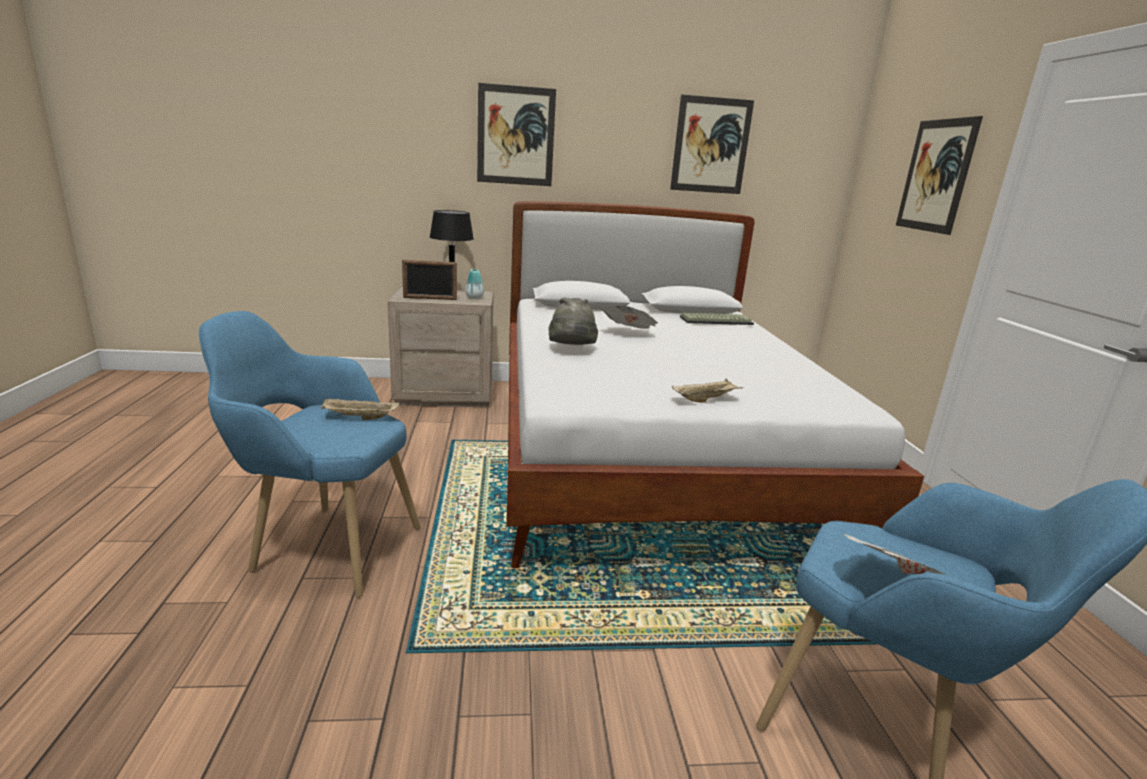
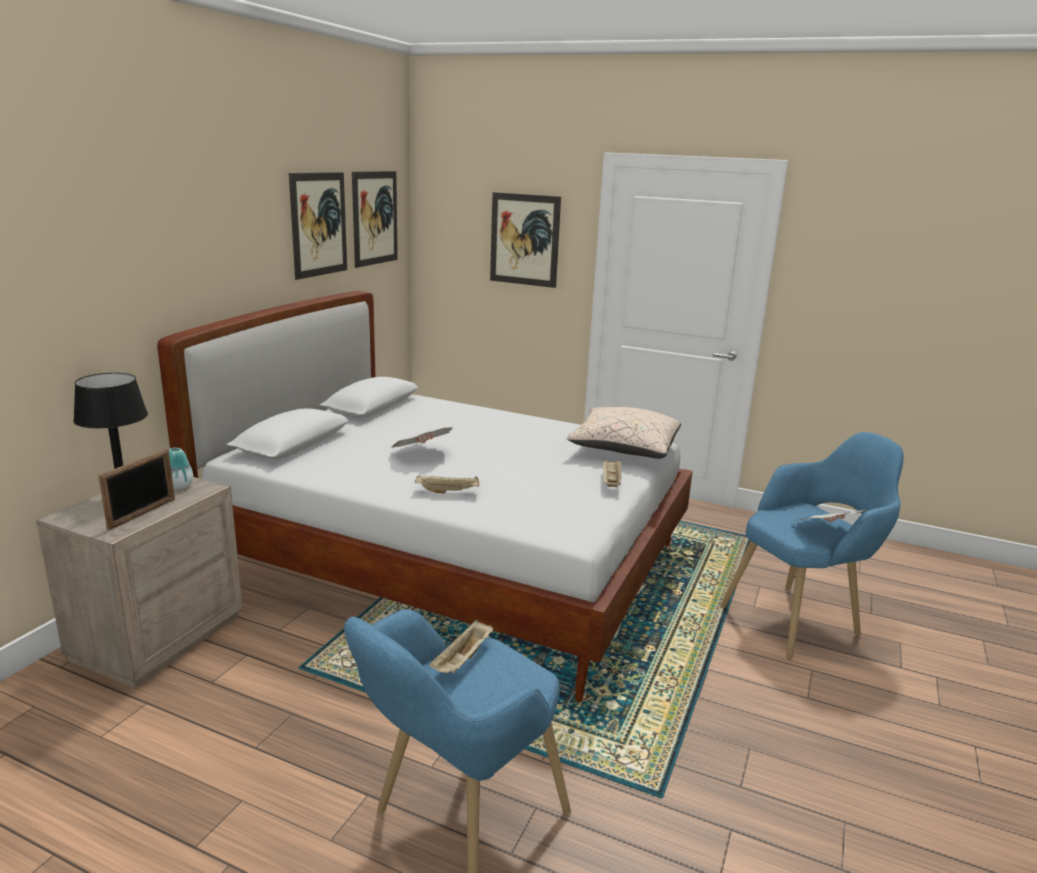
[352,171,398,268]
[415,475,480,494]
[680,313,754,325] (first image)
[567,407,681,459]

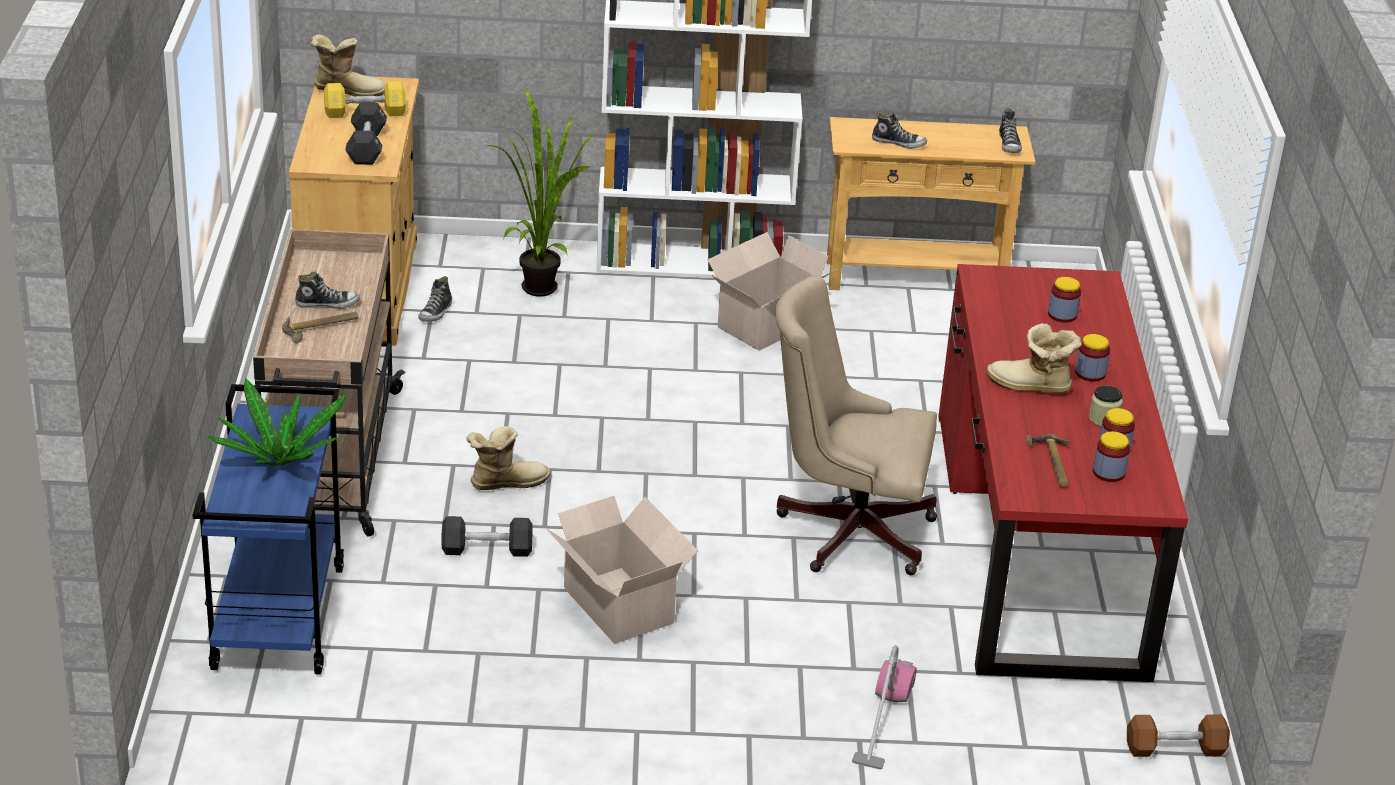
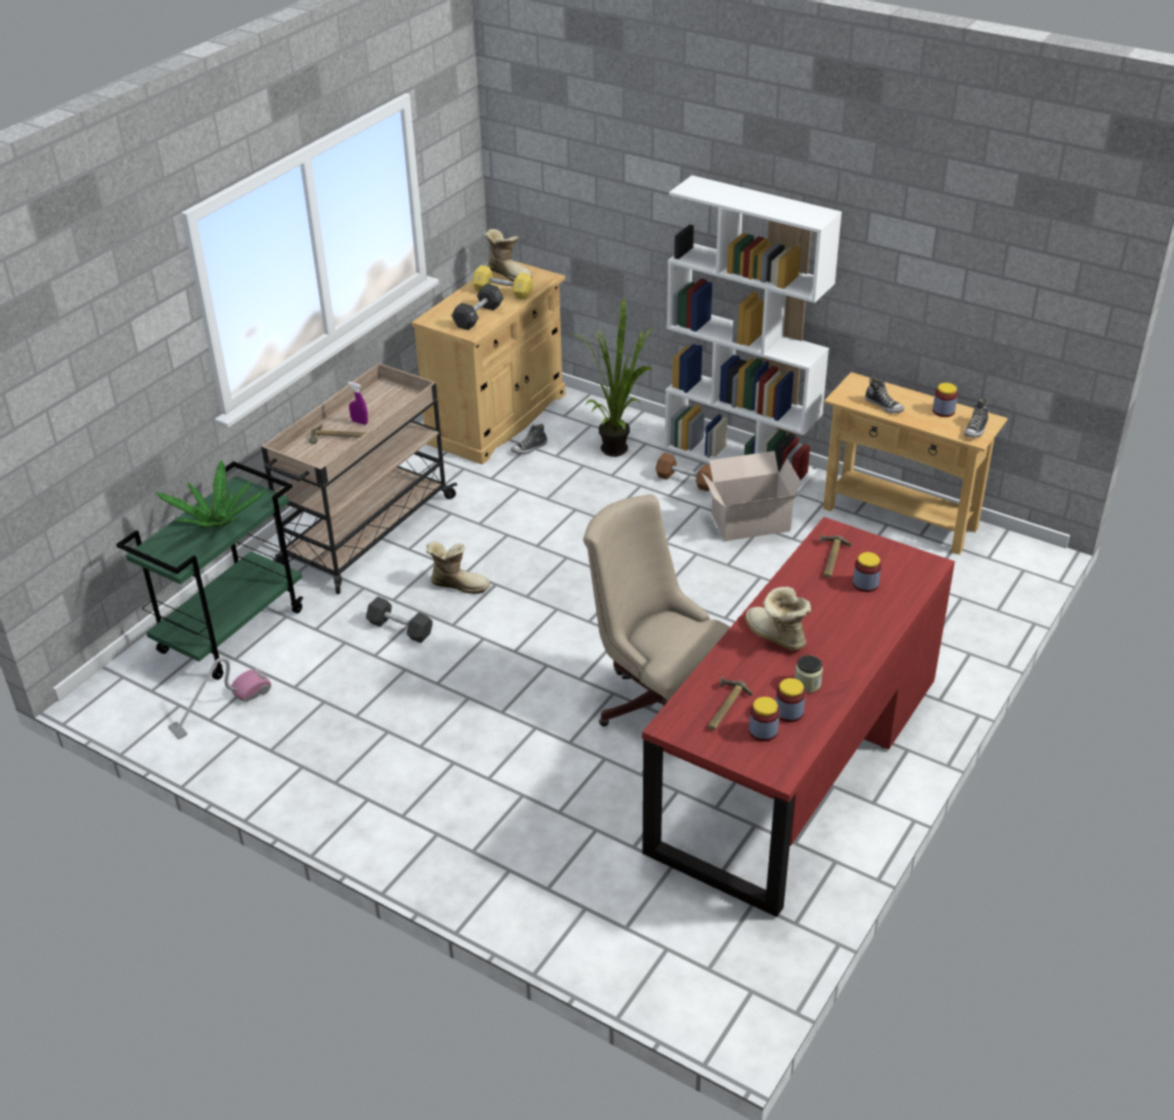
[348,382,368,425]
[933,383,958,417]
[116,461,303,680]
[546,496,698,644] (first image)
[168,658,271,739]
[656,453,713,492]
[819,534,851,578]

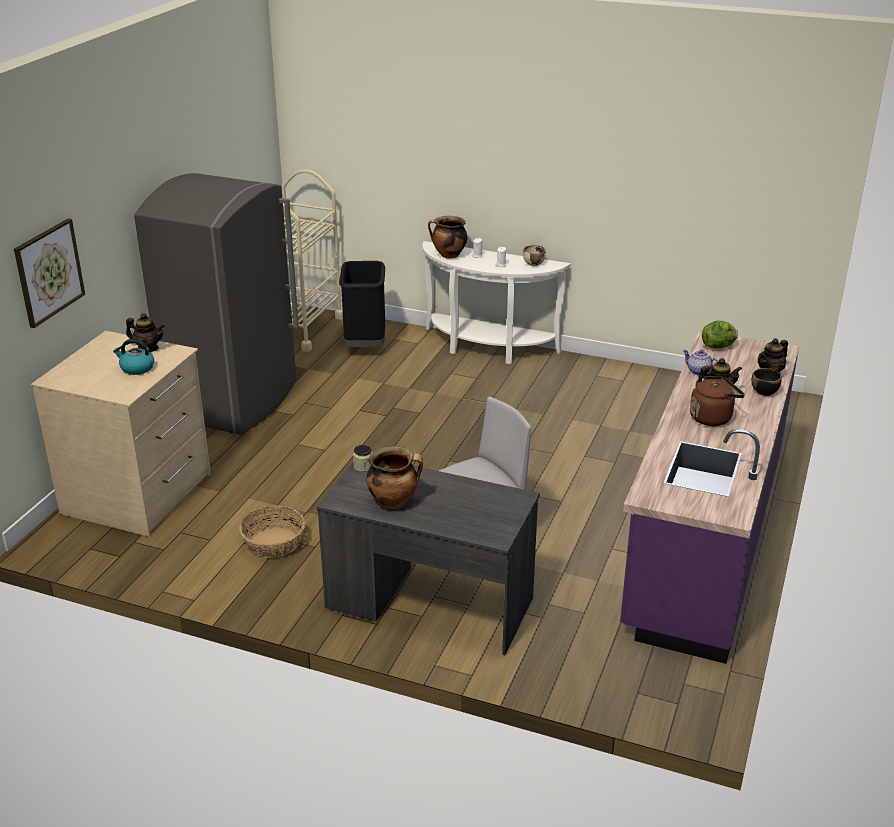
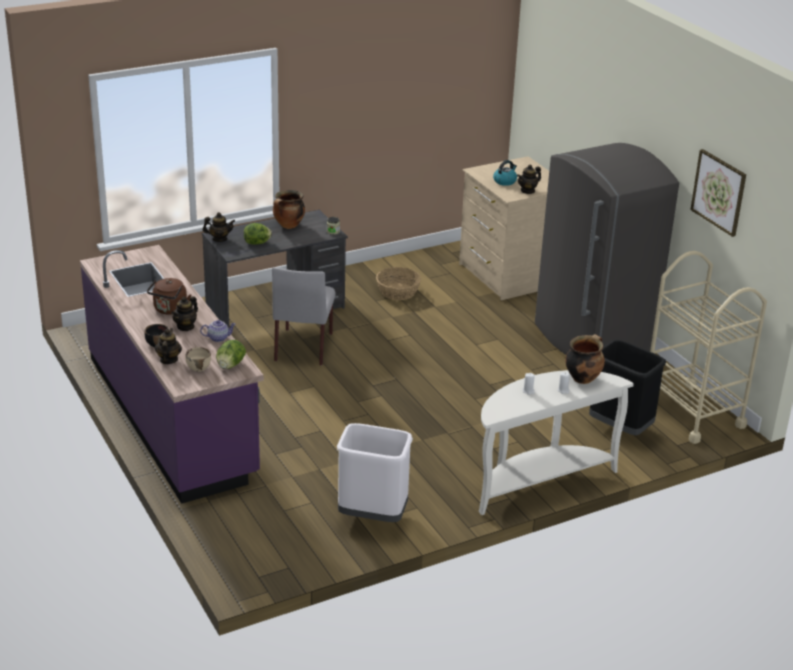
[690,149,746,237]
[186,347,211,372]
[203,212,235,242]
[244,223,272,245]
[337,423,413,522]

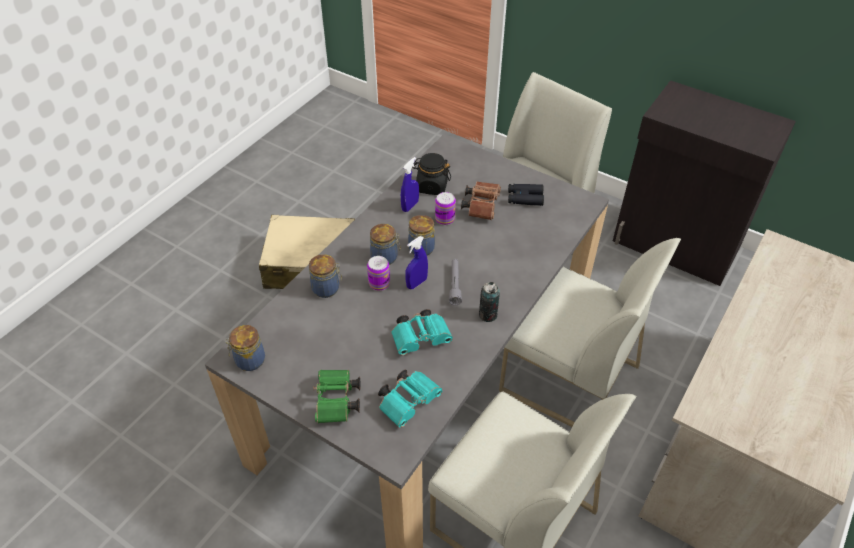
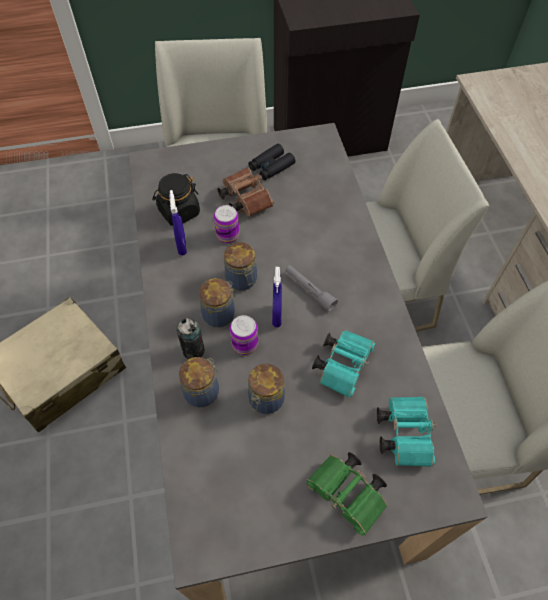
[177,318,205,359]
[248,364,285,414]

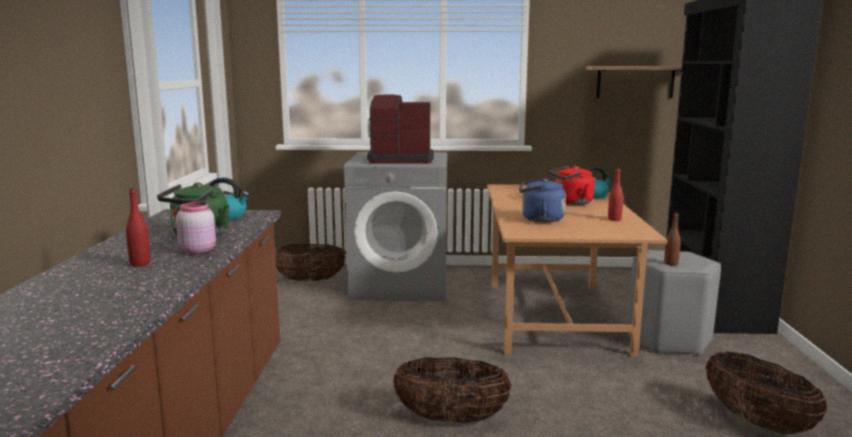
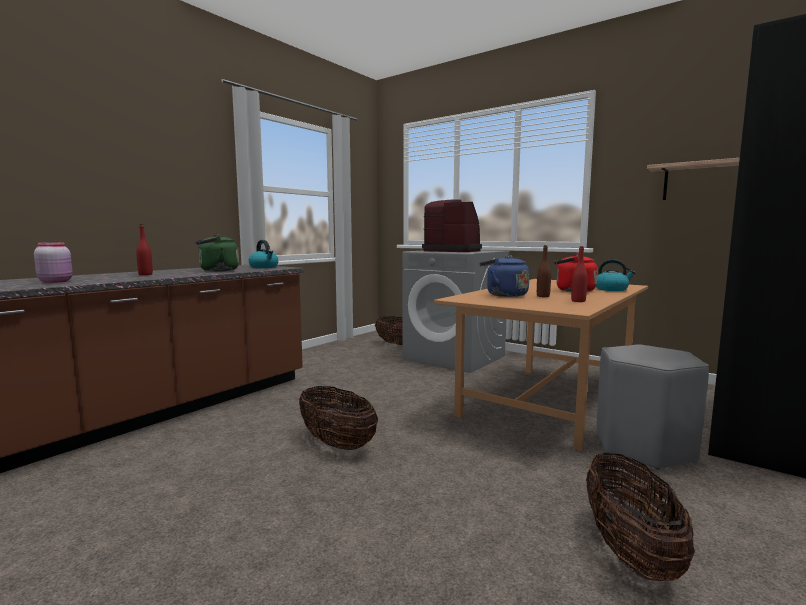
[34,242,73,283]
[537,245,551,297]

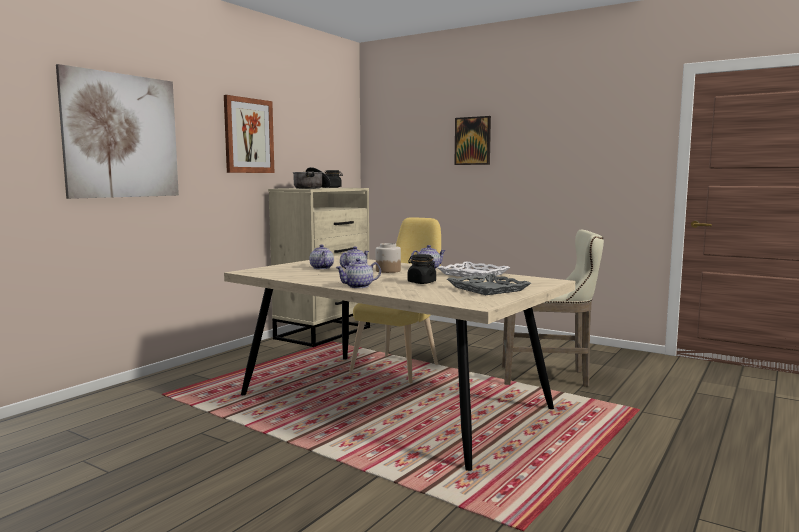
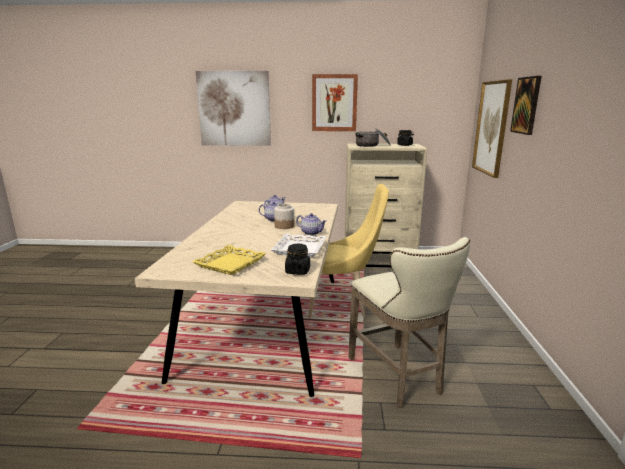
[285,244,310,275]
[335,258,381,288] (first image)
[192,245,266,275]
[472,79,512,178]

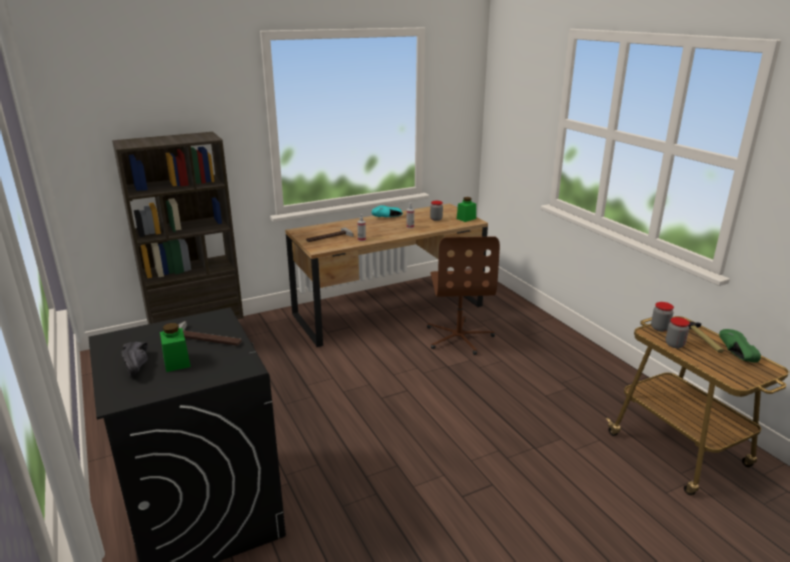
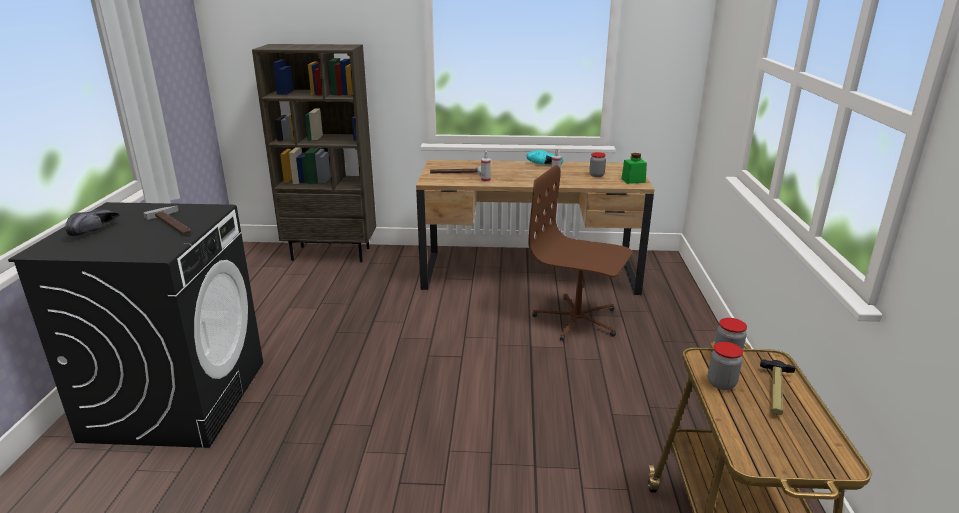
[528,165,632,341]
[160,323,191,372] (first image)
[719,329,761,362] (first image)

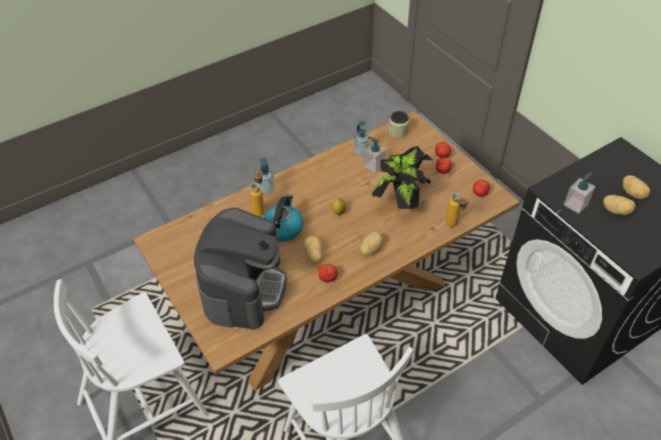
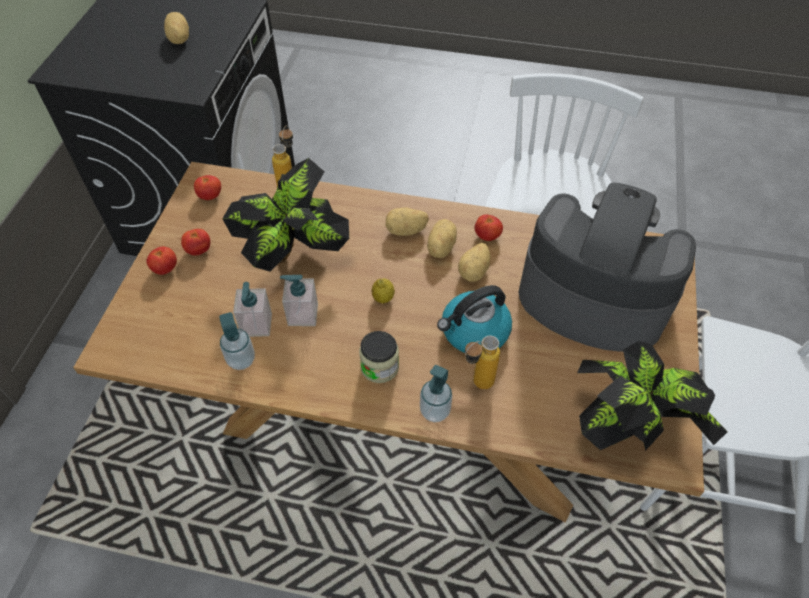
[359,331,399,383]
[280,275,318,326]
[427,219,457,258]
[519,183,696,352]
[577,341,728,451]

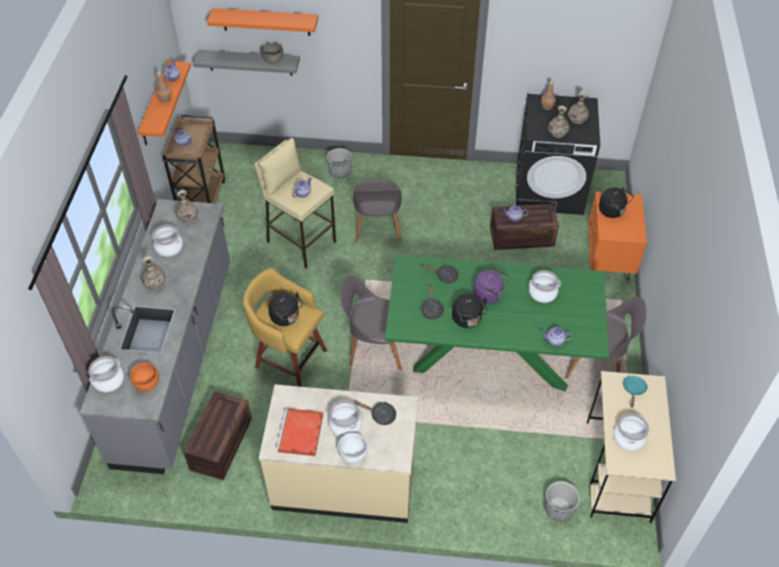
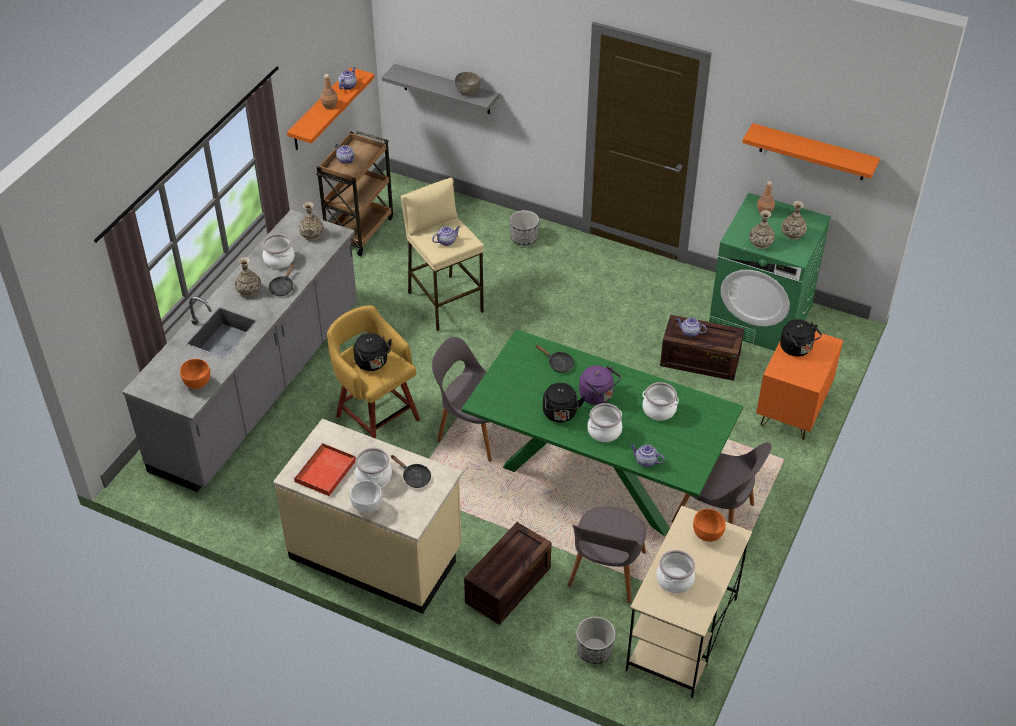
[742,123,880,180]
[709,193,831,351]
[568,506,646,603]
[269,263,294,296]
[587,403,622,442]
[693,509,726,542]
[464,522,552,625]

